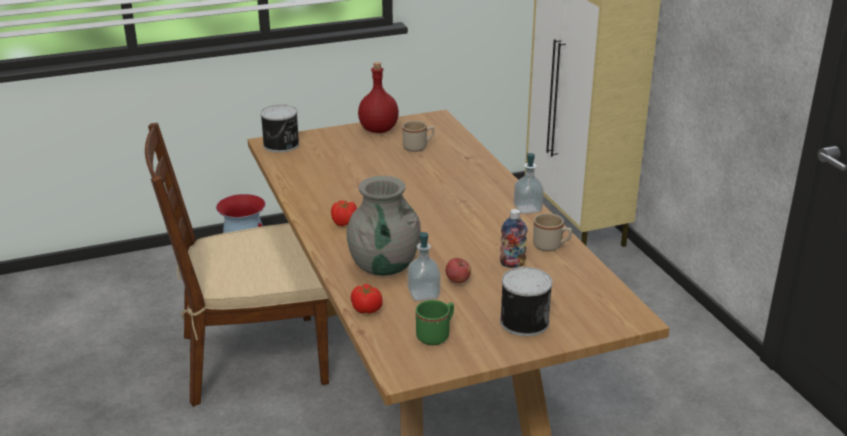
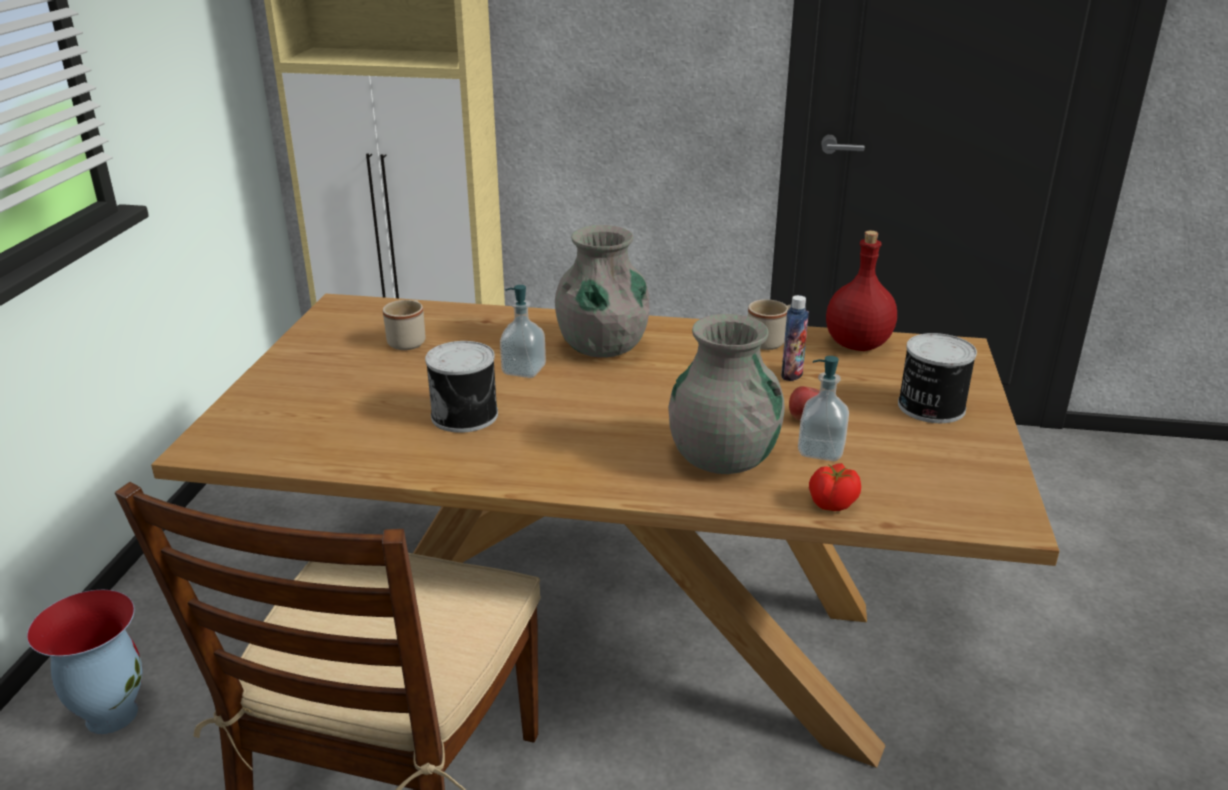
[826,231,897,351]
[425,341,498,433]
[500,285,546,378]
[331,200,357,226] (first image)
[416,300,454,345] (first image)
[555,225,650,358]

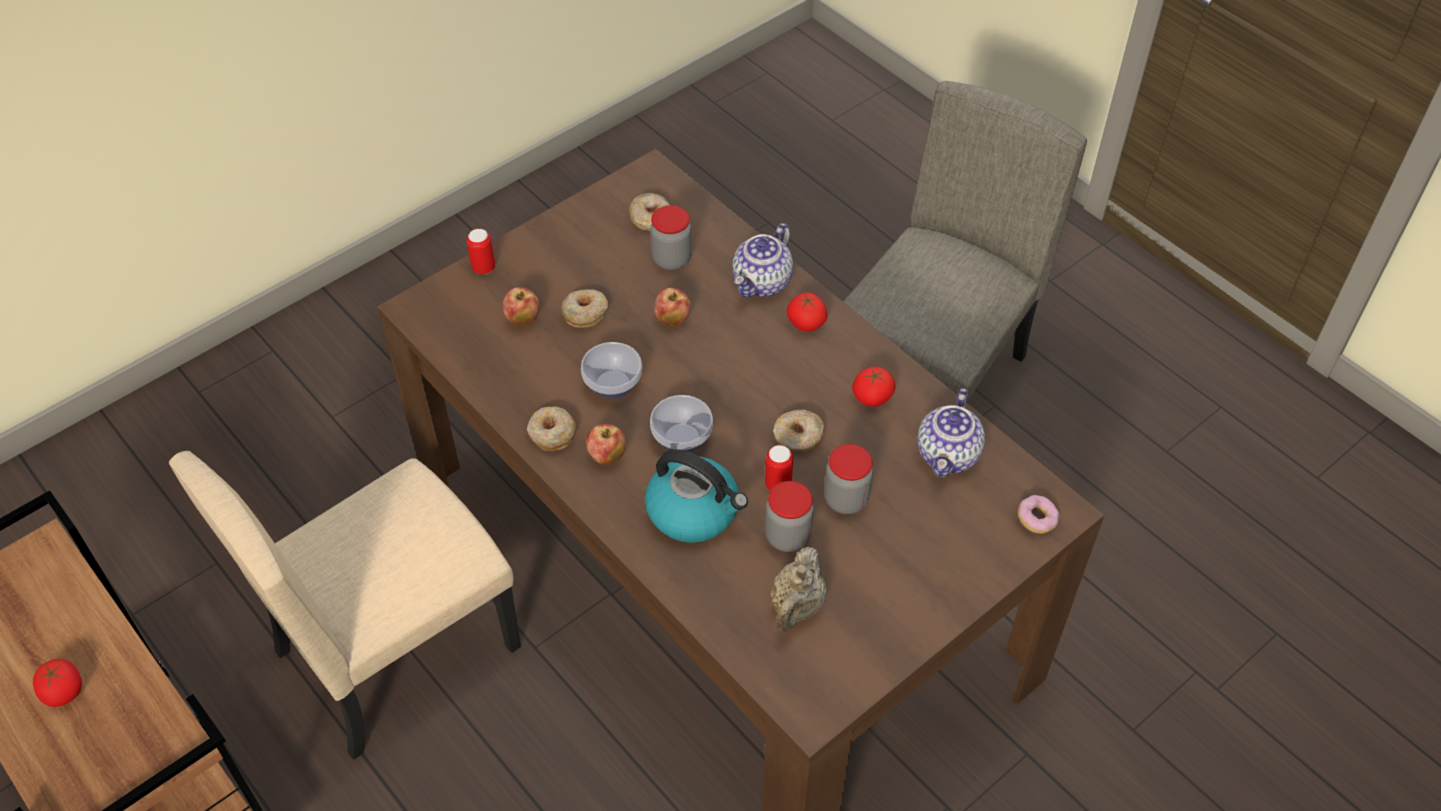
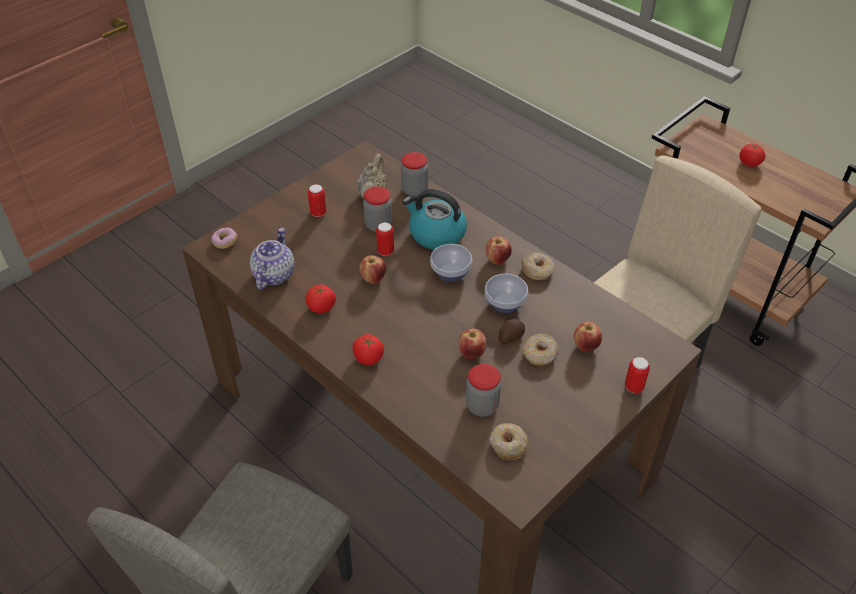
[732,223,793,297] (first image)
[359,255,386,284]
[401,152,428,196]
[308,184,326,217]
[499,319,525,344]

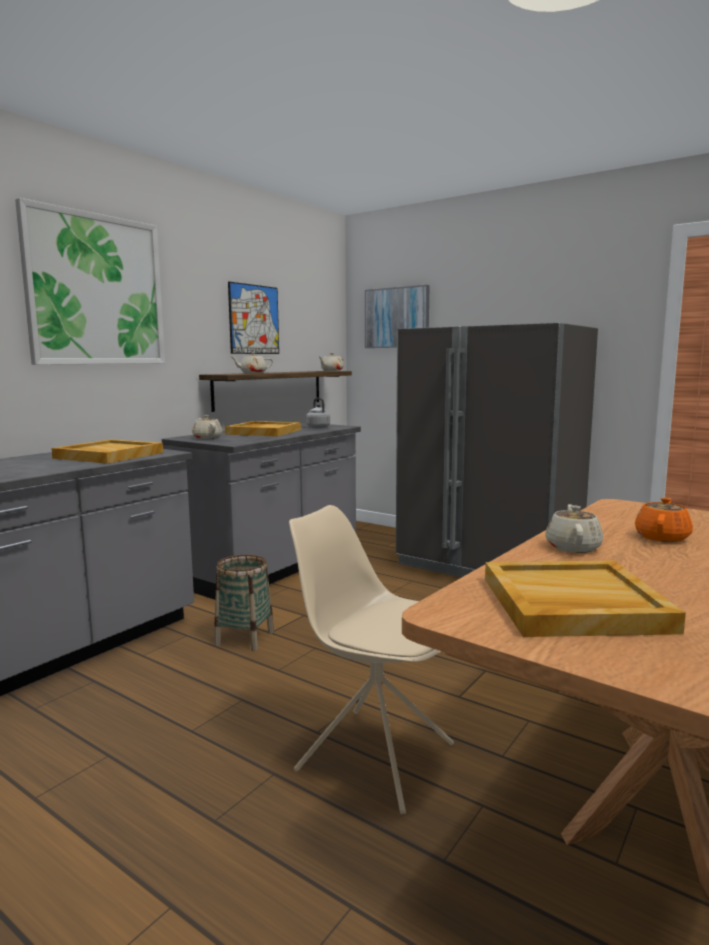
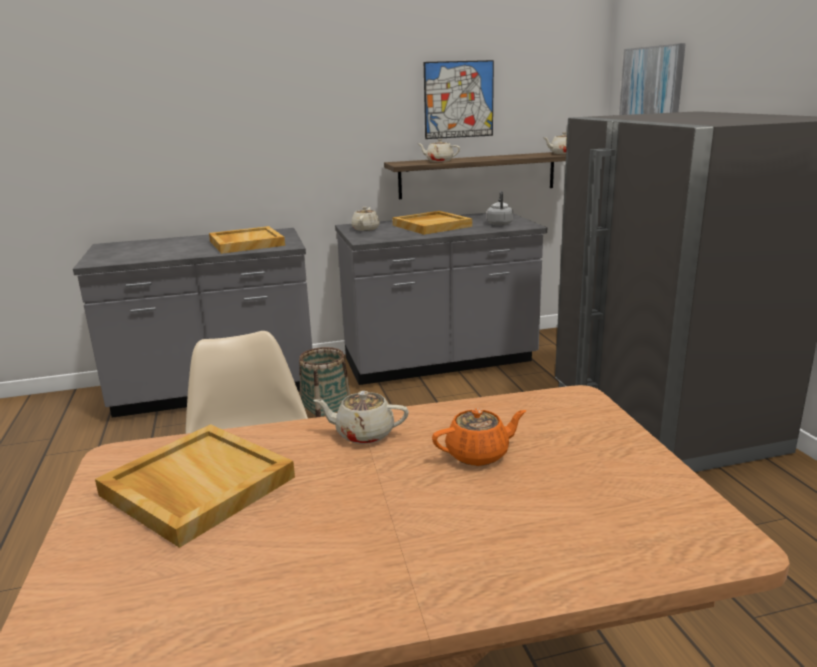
[15,198,165,365] (first image)
[314,391,409,444]

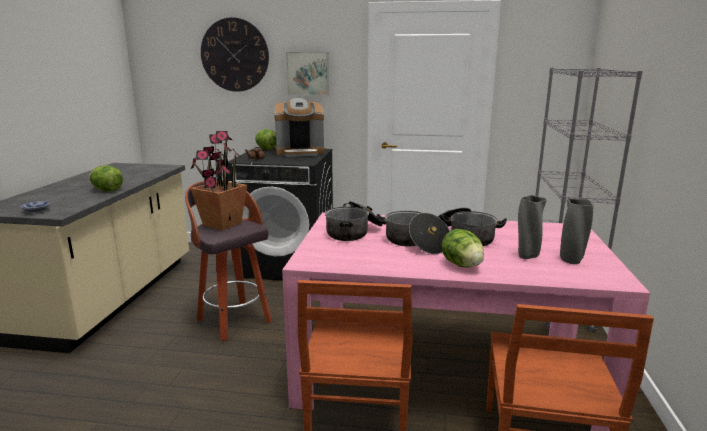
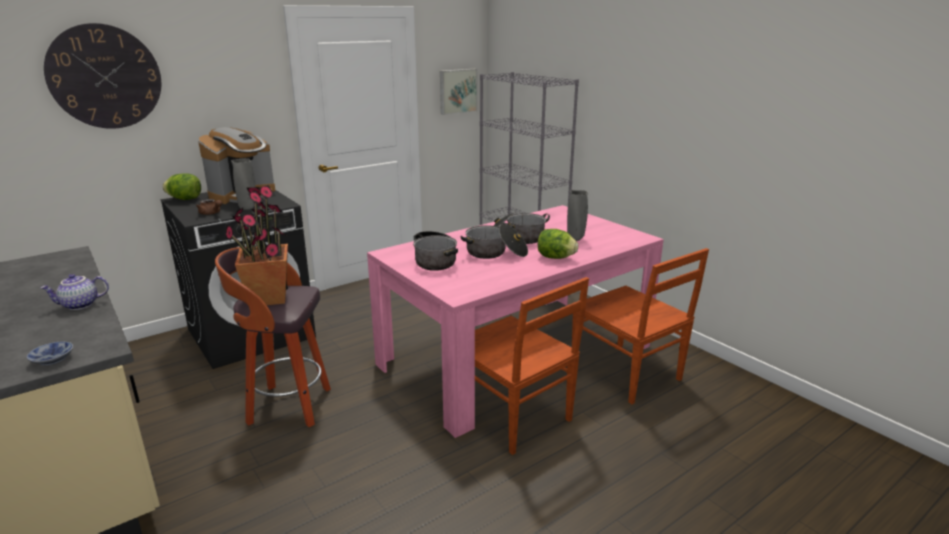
[440,69,477,115]
[40,274,109,310]
[231,158,255,210]

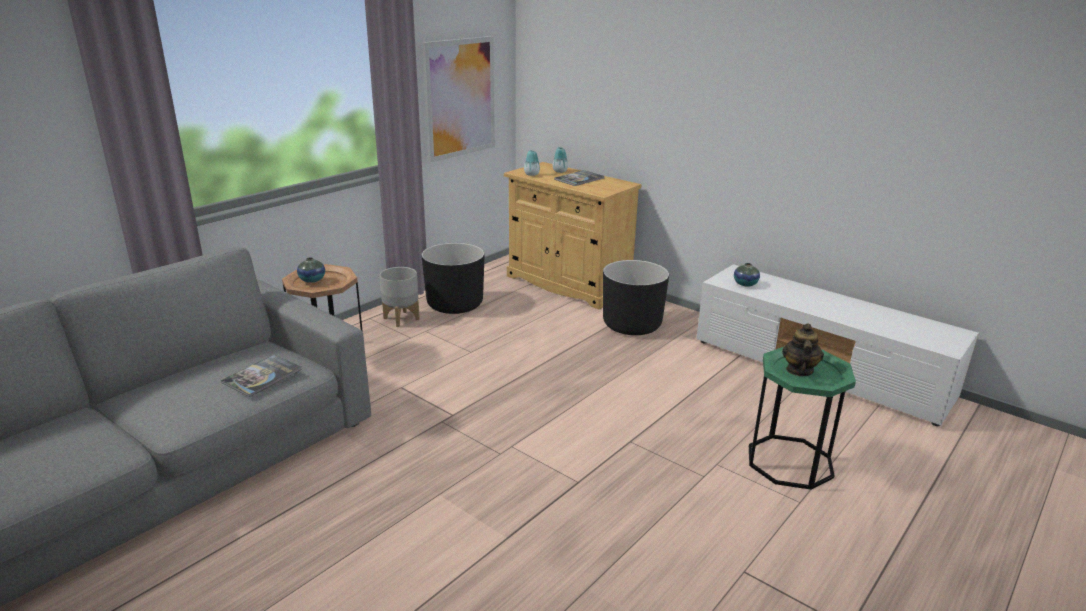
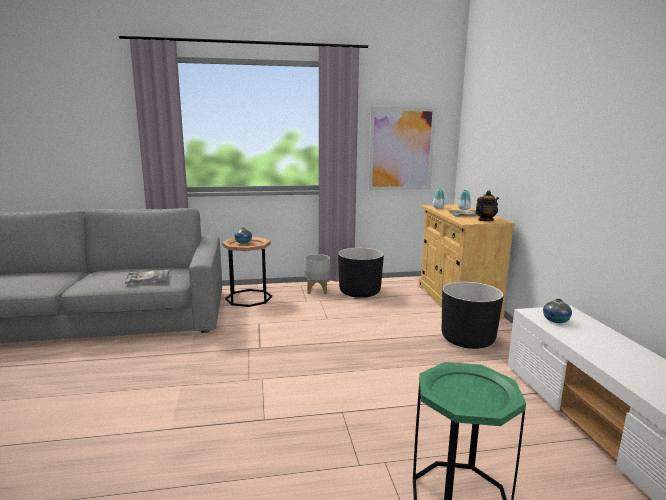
[476,190,499,221]

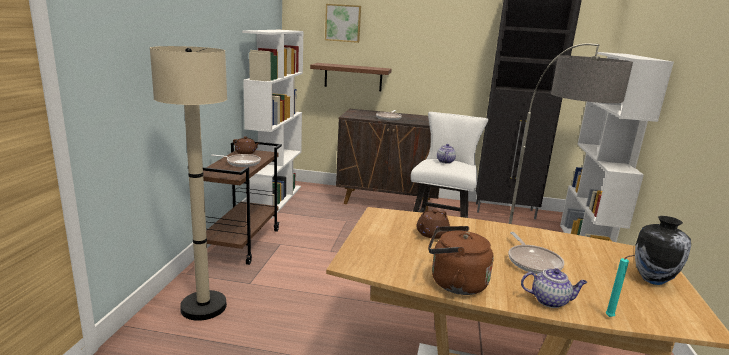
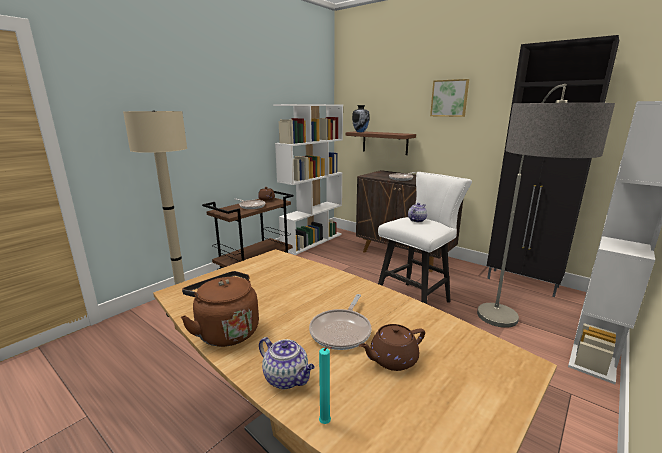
[430,79,469,117]
[359,324,425,371]
[352,105,370,132]

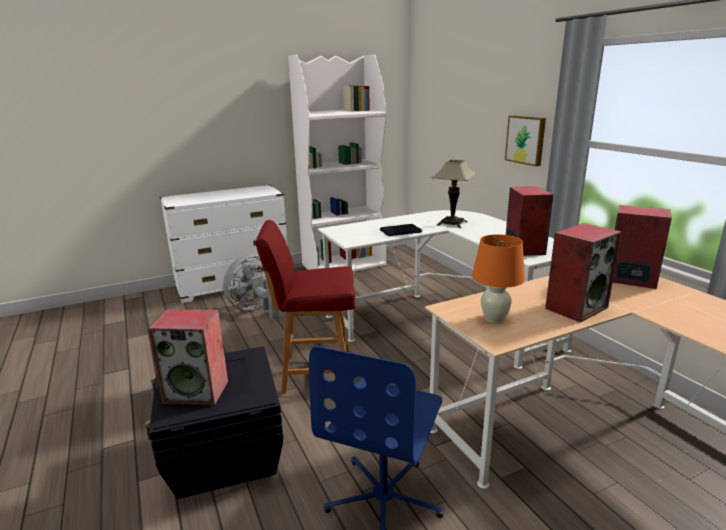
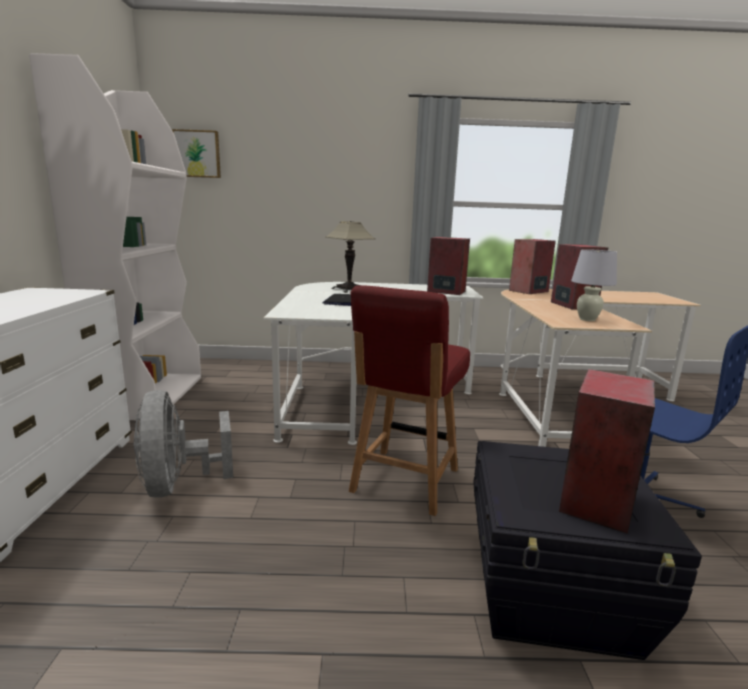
[172,129,221,178]
[571,249,617,321]

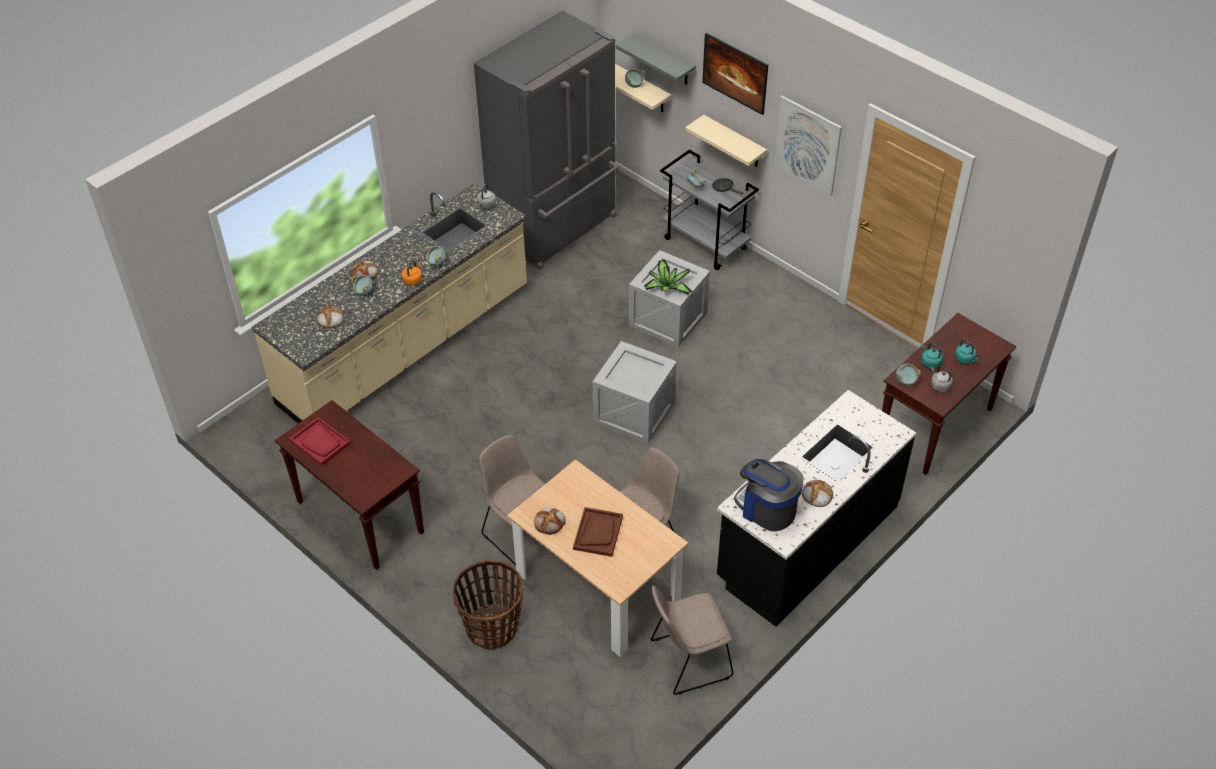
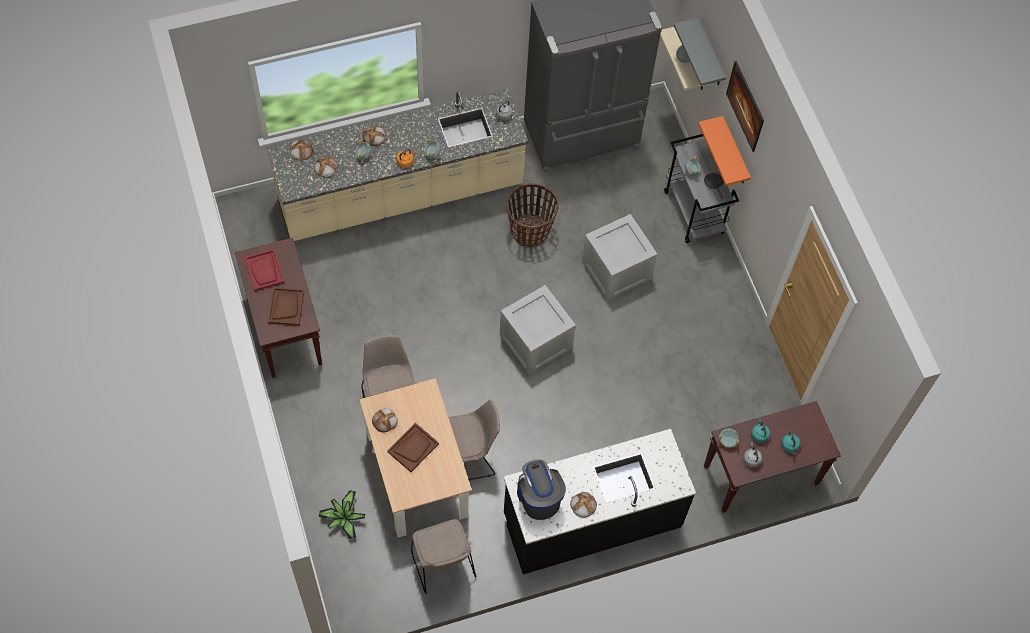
[774,96,842,196] (first image)
[698,116,751,186]
[319,490,365,539]
[506,183,559,247]
[411,519,476,594]
[290,139,313,161]
[268,287,304,326]

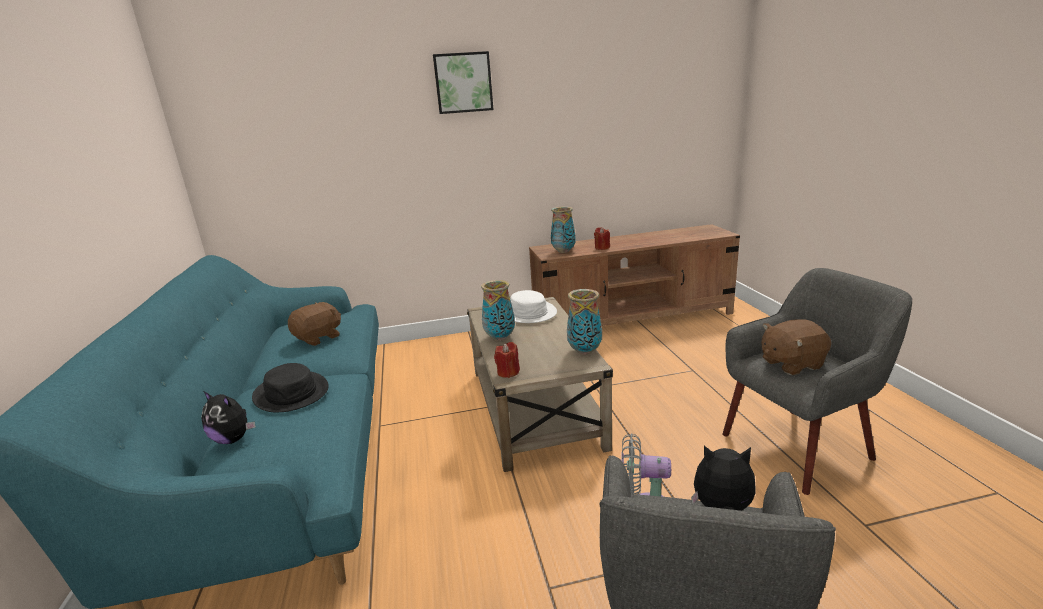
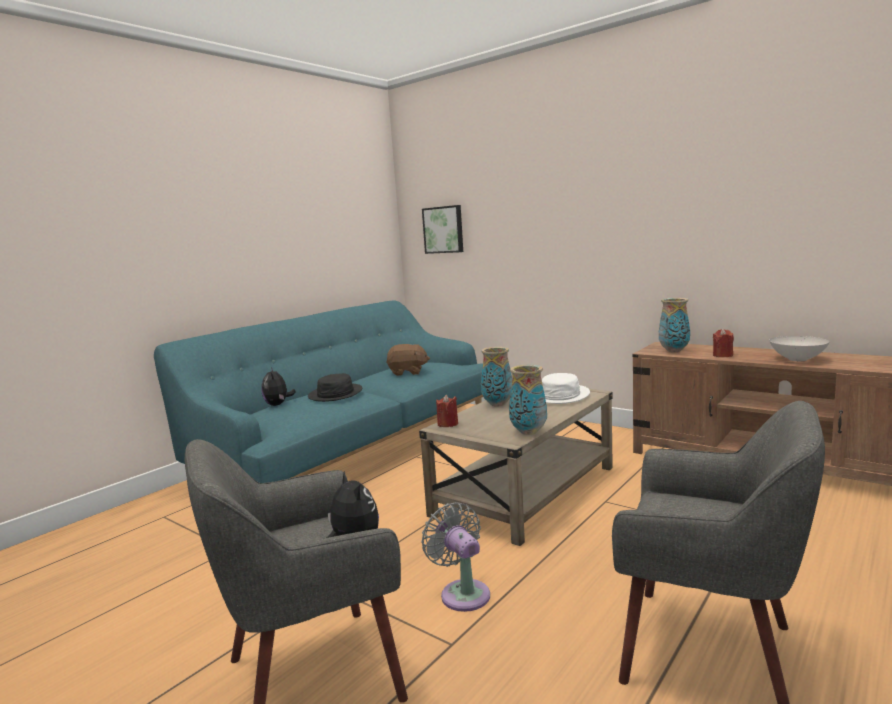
[422,205,463,254]
[762,319,831,375] (first image)
[769,336,829,361]

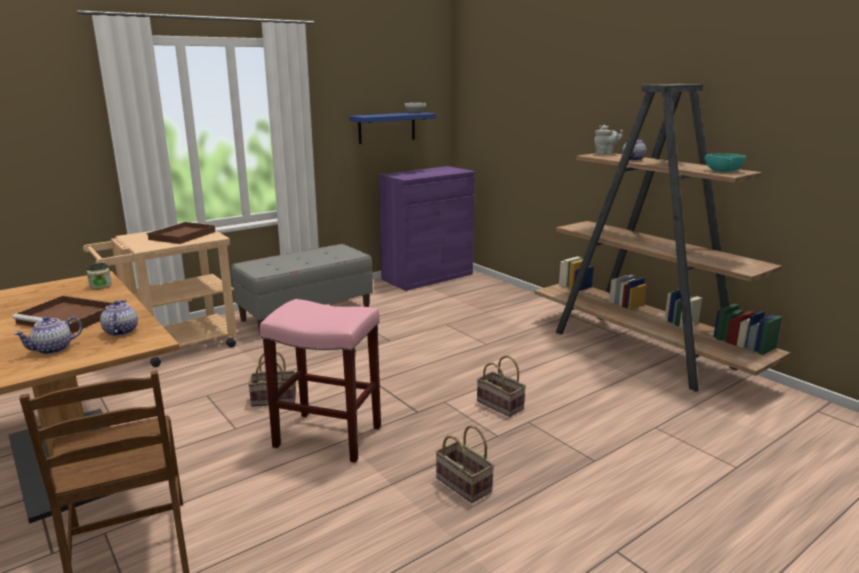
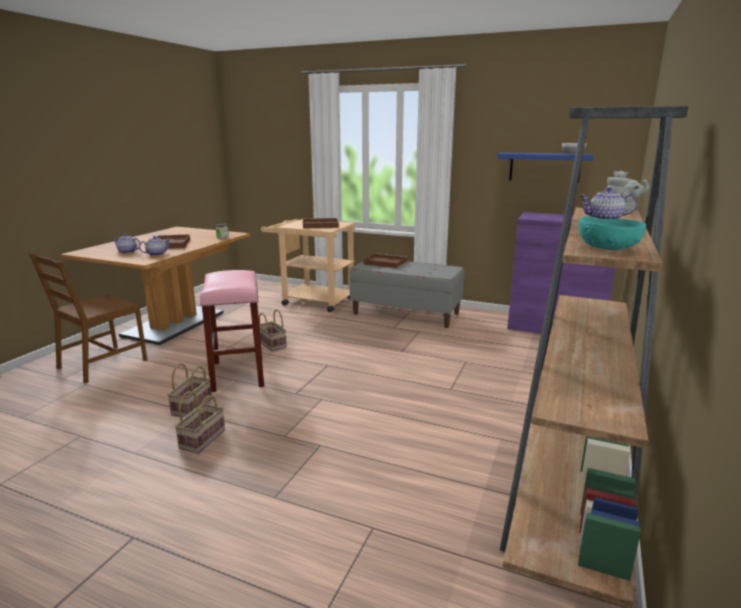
[167,363,212,417]
[364,253,407,268]

